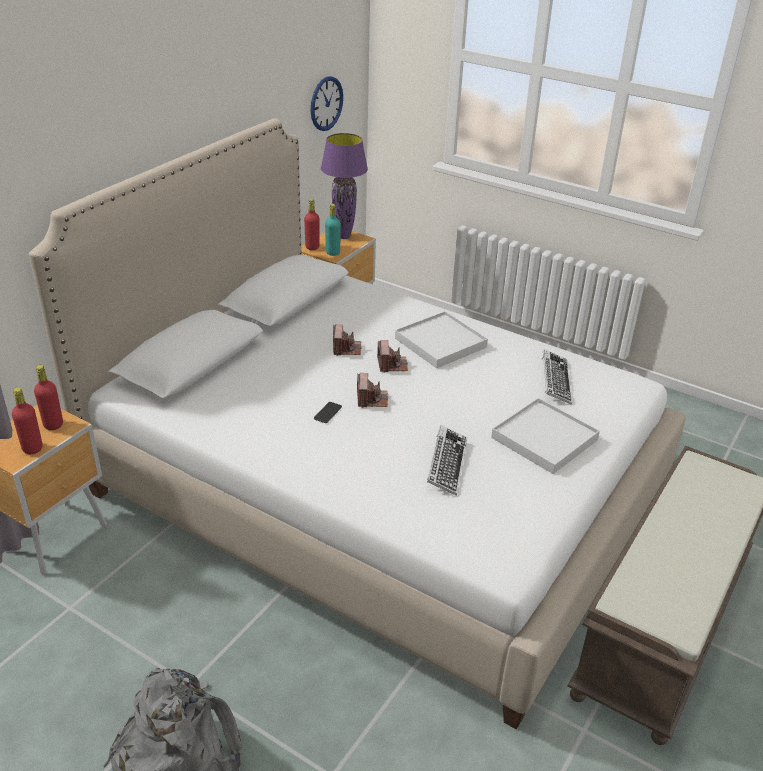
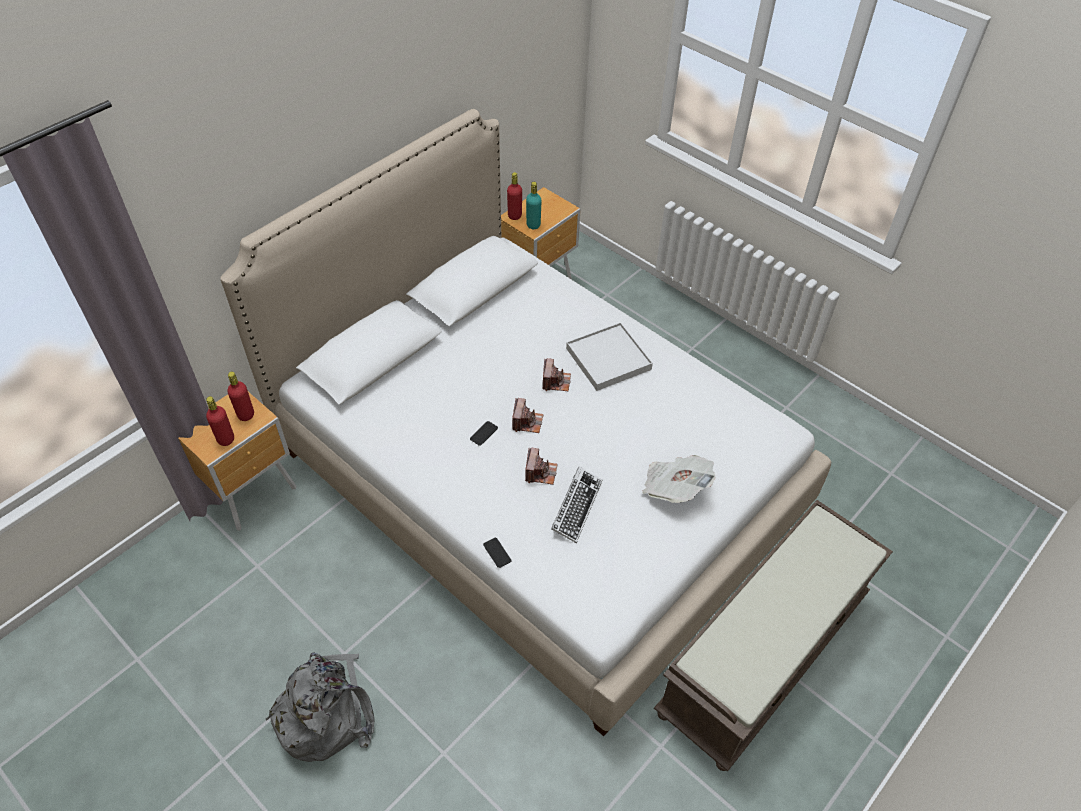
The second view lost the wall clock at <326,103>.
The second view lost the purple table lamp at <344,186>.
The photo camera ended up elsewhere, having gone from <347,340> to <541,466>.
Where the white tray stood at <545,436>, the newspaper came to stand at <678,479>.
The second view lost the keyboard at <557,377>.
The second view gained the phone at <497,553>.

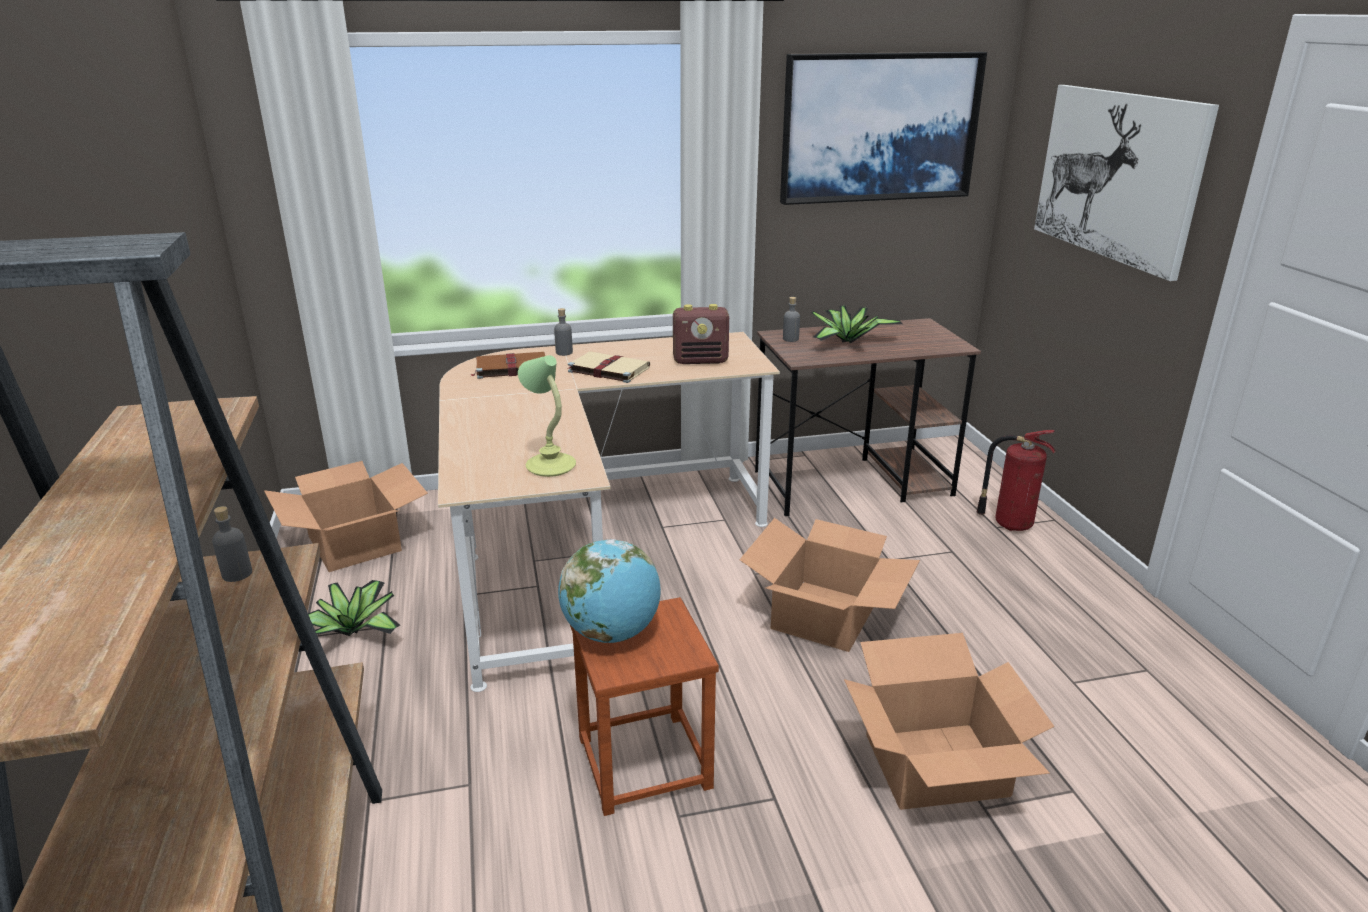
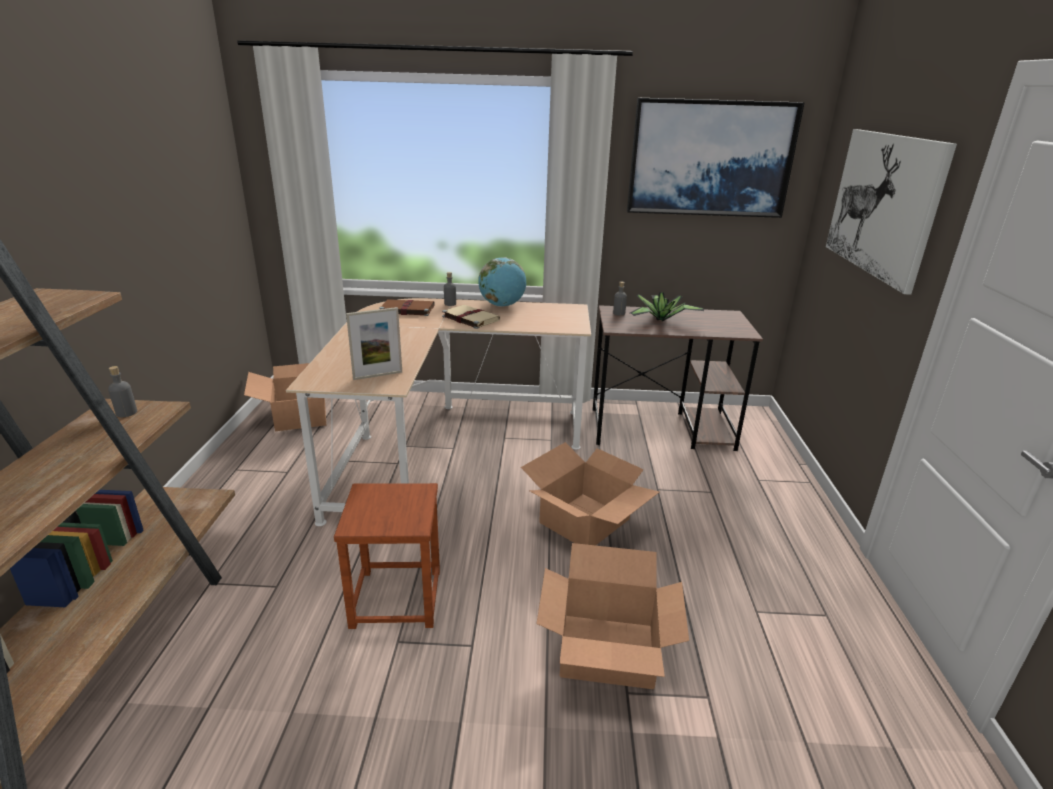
The second view lost the potted plant at <354,608>.
Where the table lamp stood at <547,416>, the picture frame came to stand at <374,343>.
The globe ended up elsewhere, having gone from <609,591> to <502,282>.
The second view lost the radio at <701,334>.
The second view lost the fire extinguisher at <1016,480>.

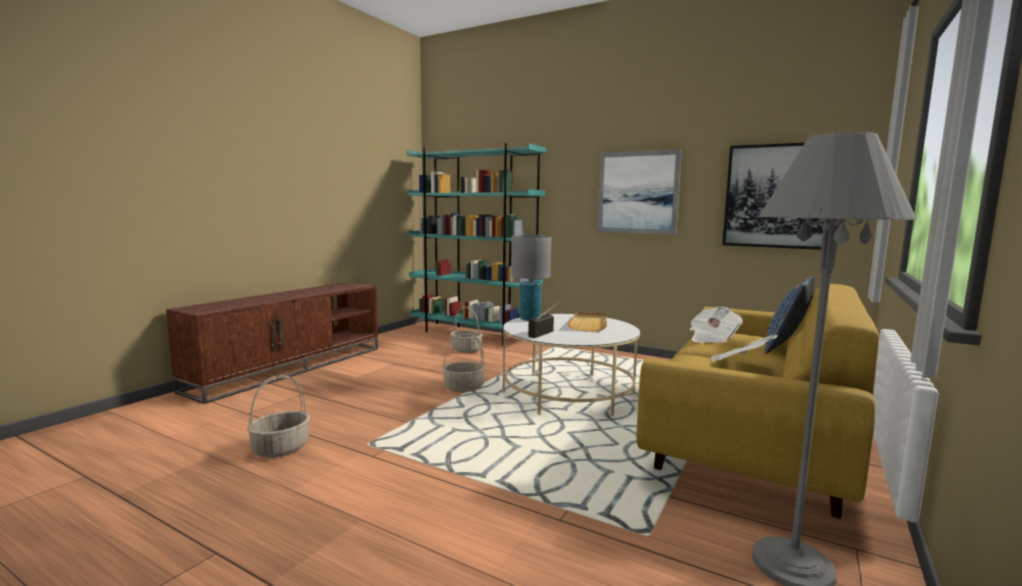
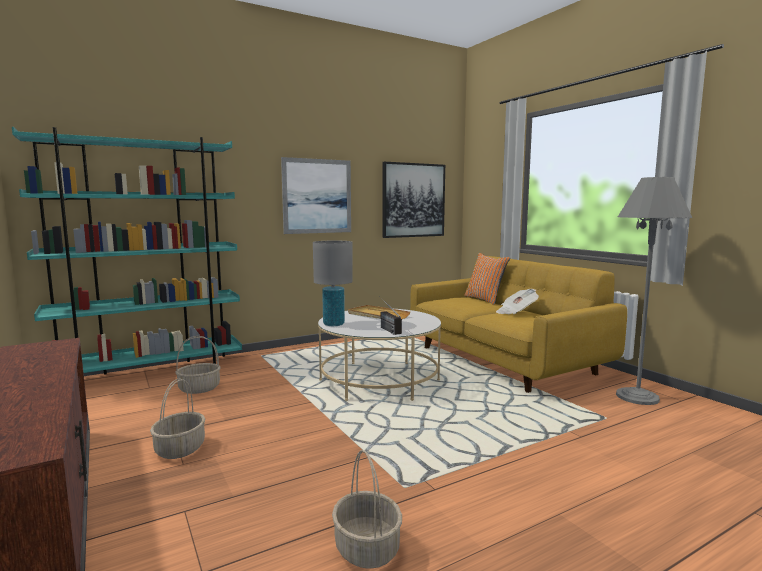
The basket ended up elsewhere, having gone from <464,362> to <177,418>.
The second view lost the newspaper at <716,325>.
What was the blue pillow at <790,315> turned into the orange pillow at <487,279>.

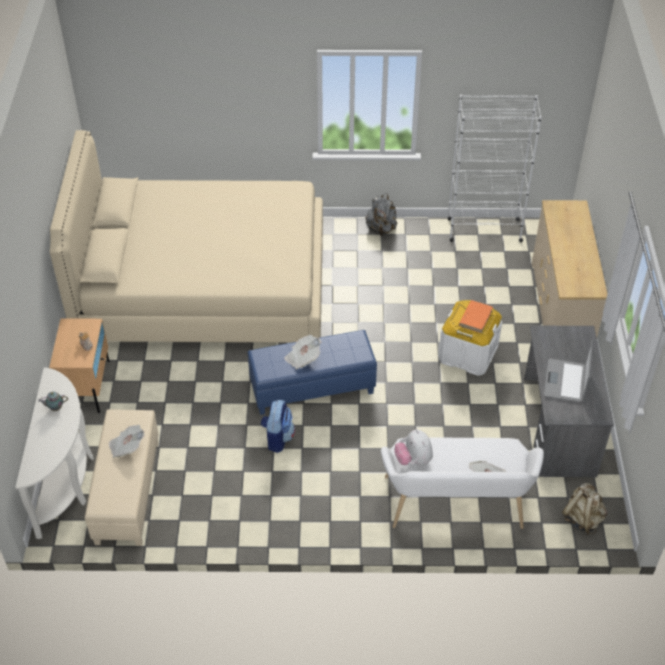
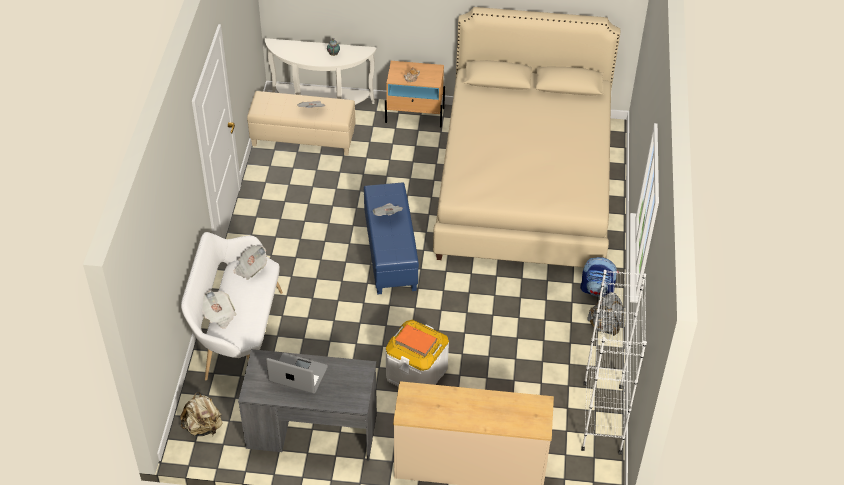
The backpack ended up elsewhere, having gone from <278,426> to <599,277>.
Where the plush toy stood at <413,447>, the newspaper came to stand at <250,262>.

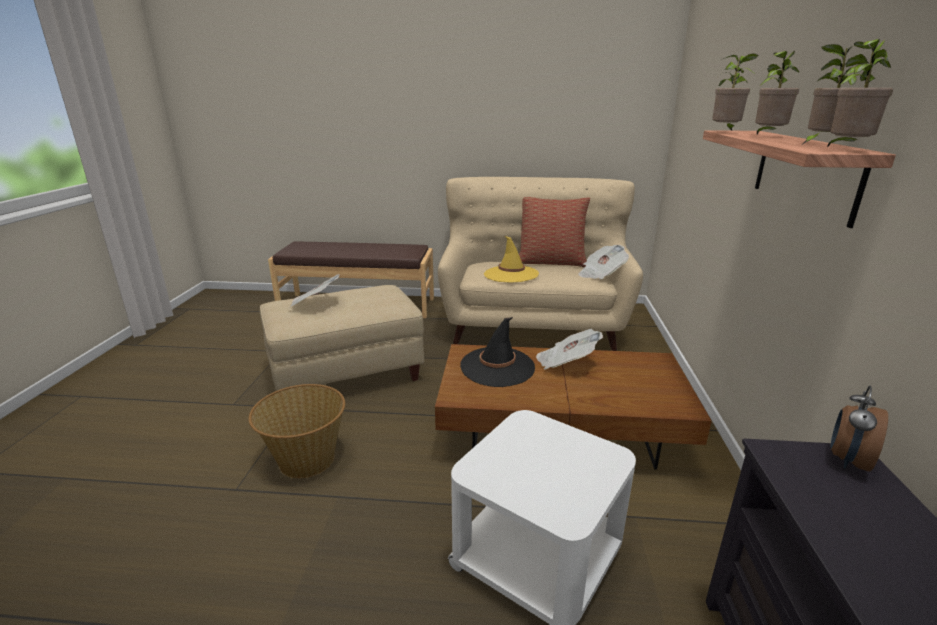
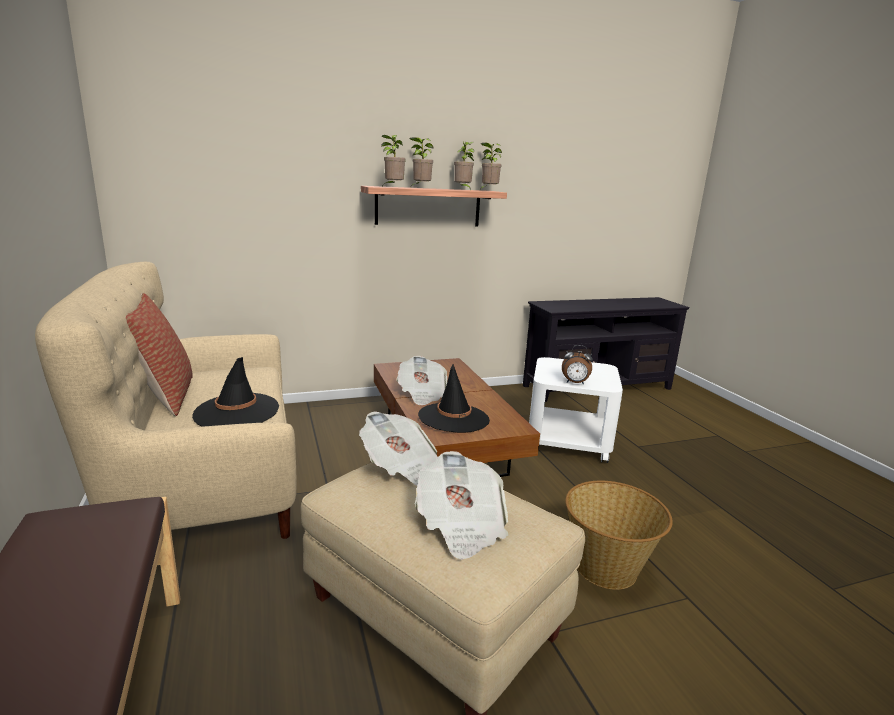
What was the yellow hat at <511,259> turned into the black hat at <235,392>.
The newspaper ended up elsewhere, having gone from <603,262> to <398,448>.
The alarm clock ended up elsewhere, having gone from <859,428> to <577,365>.

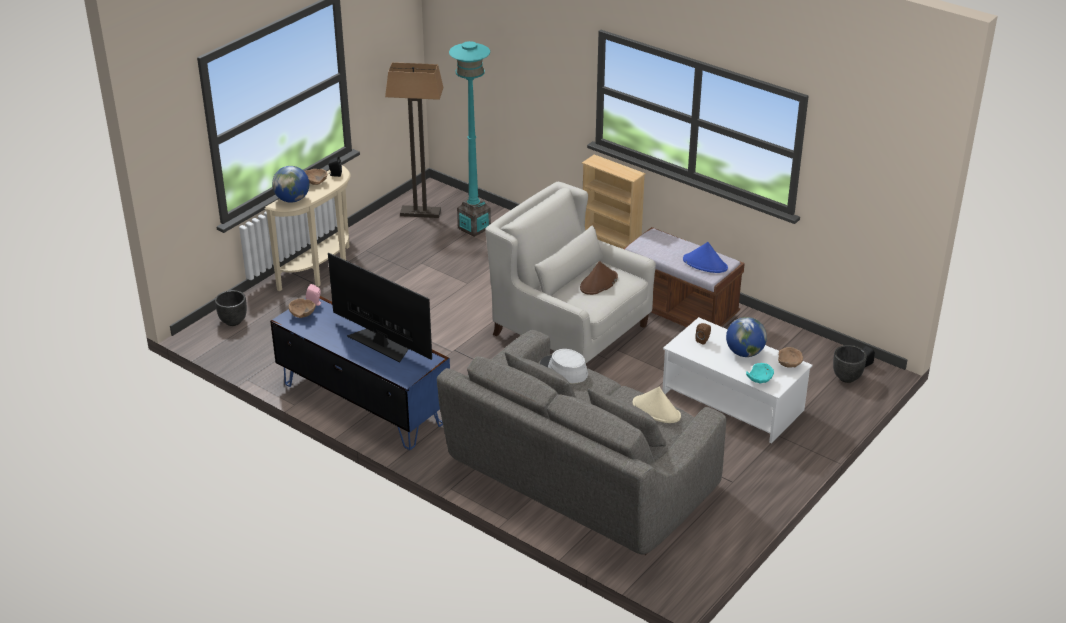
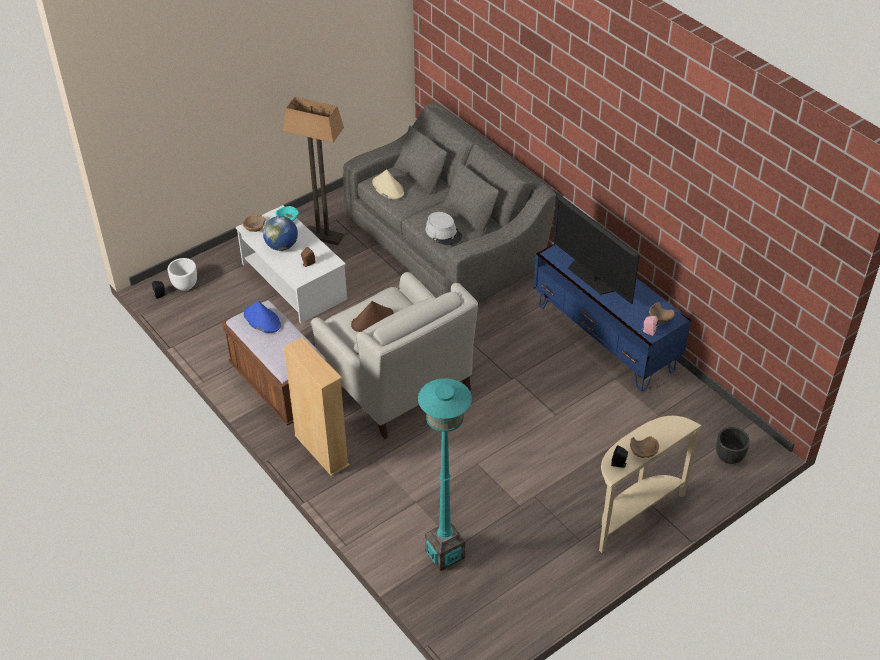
The second view lost the globe at <290,184>.
The floor lamp ended up elsewhere, having gone from <414,140> to <313,171>.
What was the black planter at <850,364> turned into the white planter at <182,274>.

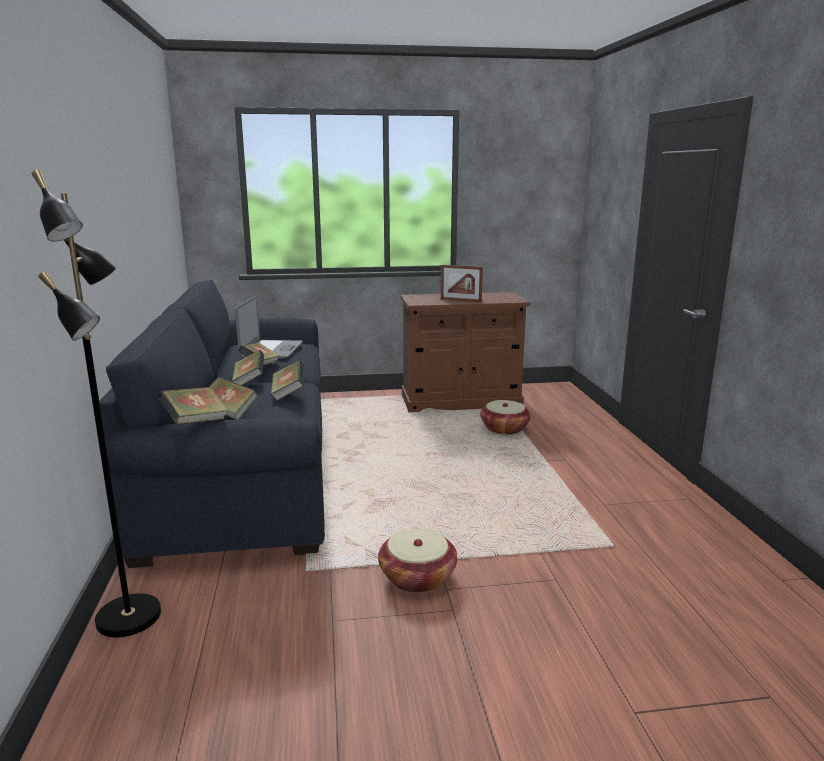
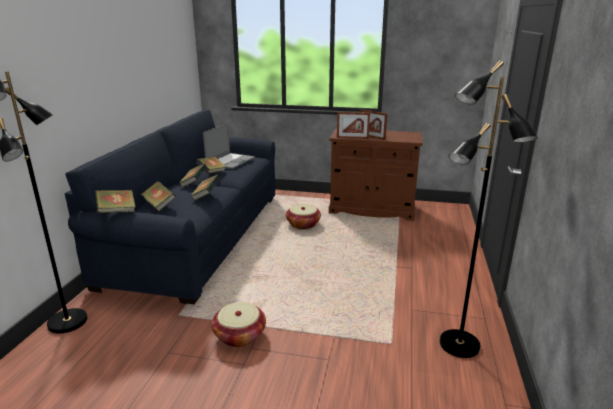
The basket ended up elsewhere, having gone from <505,417> to <303,216>.
The second view gained the picture frame at <353,125>.
The second view gained the black floor lamp at <489,209>.

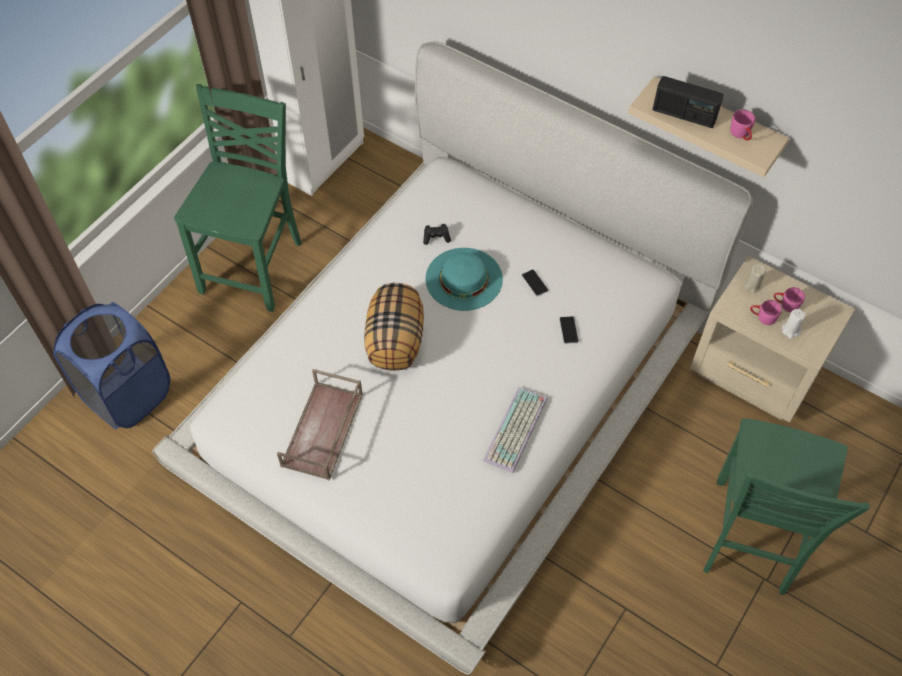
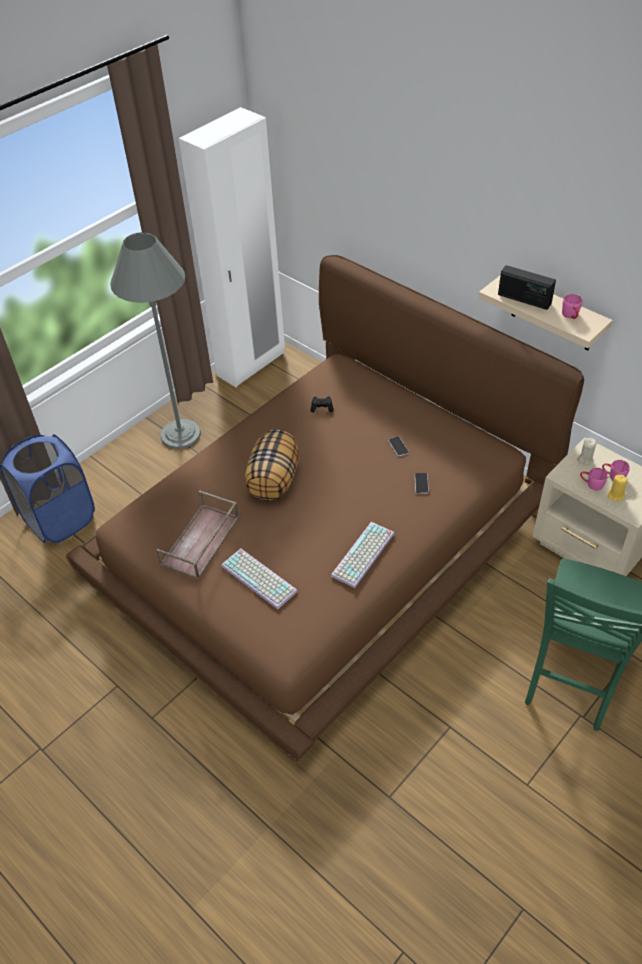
What was the white bed at <452,358> turned into the brown bed at <325,508>.
Where the green chair stood at <238,198>, the grey floor lamp came to stand at <155,340>.
The second view lost the turquoise hat at <464,279>.
What was the white candle at <794,324> turned into the yellow candle at <618,488>.
The second view gained the keyboard at <259,578>.

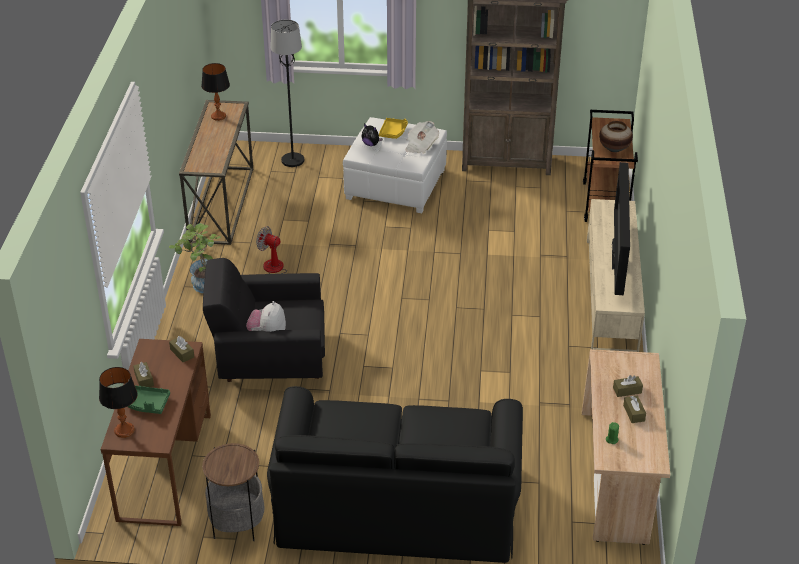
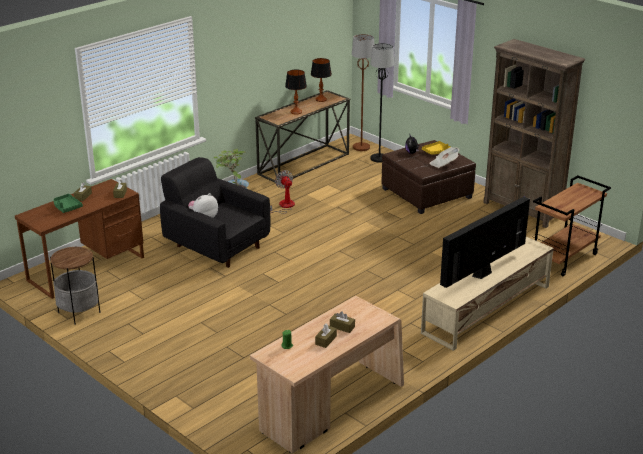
The table lamp ended up elsewhere, having gone from <118,402> to <296,92>.
The second view lost the black sofa at <395,474>.
What was the white ottoman at <395,165> turned into the brown ottoman at <429,177>.
The second view lost the vase at <616,137>.
The second view gained the brown floor lamp at <363,92>.

